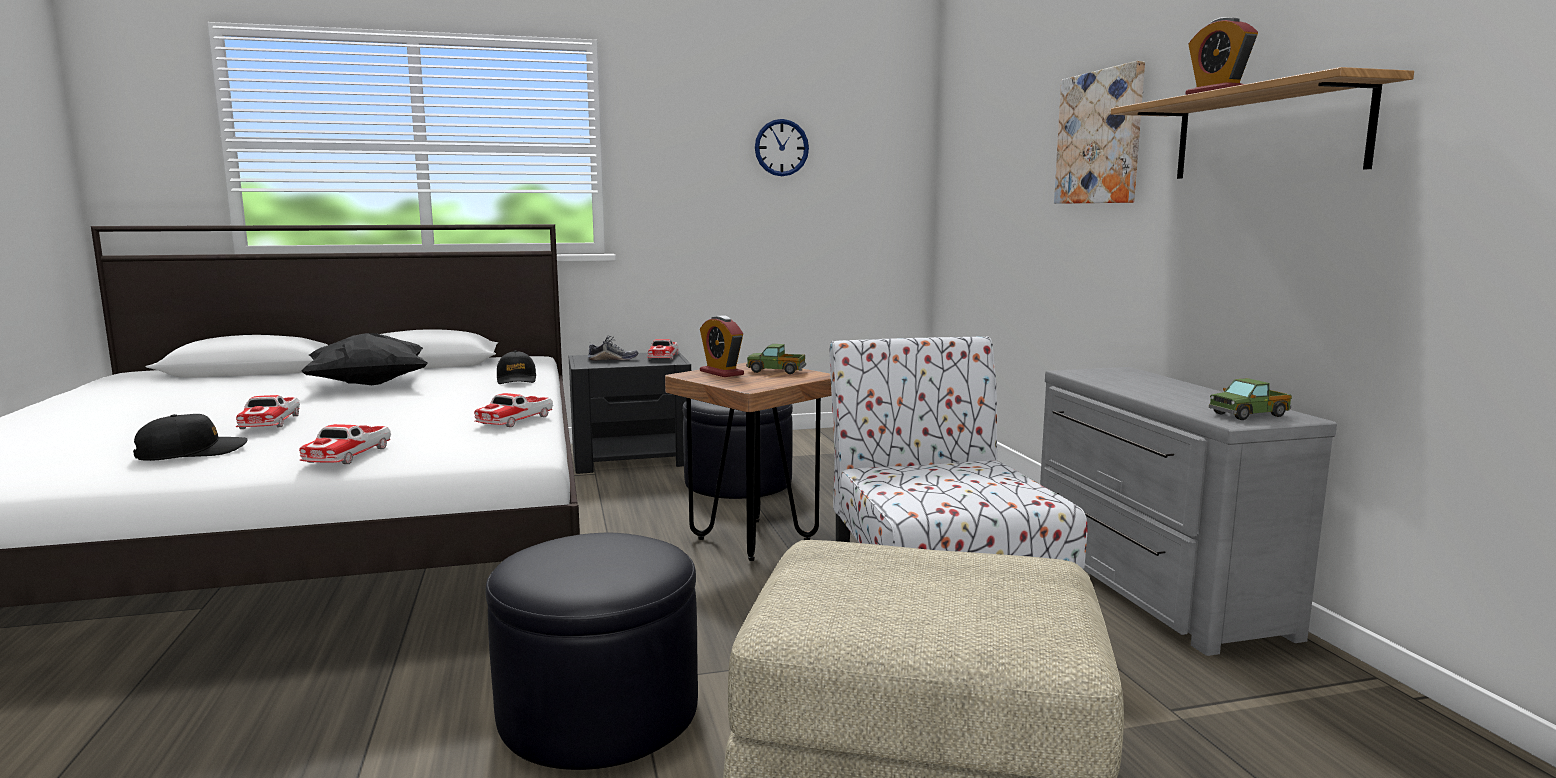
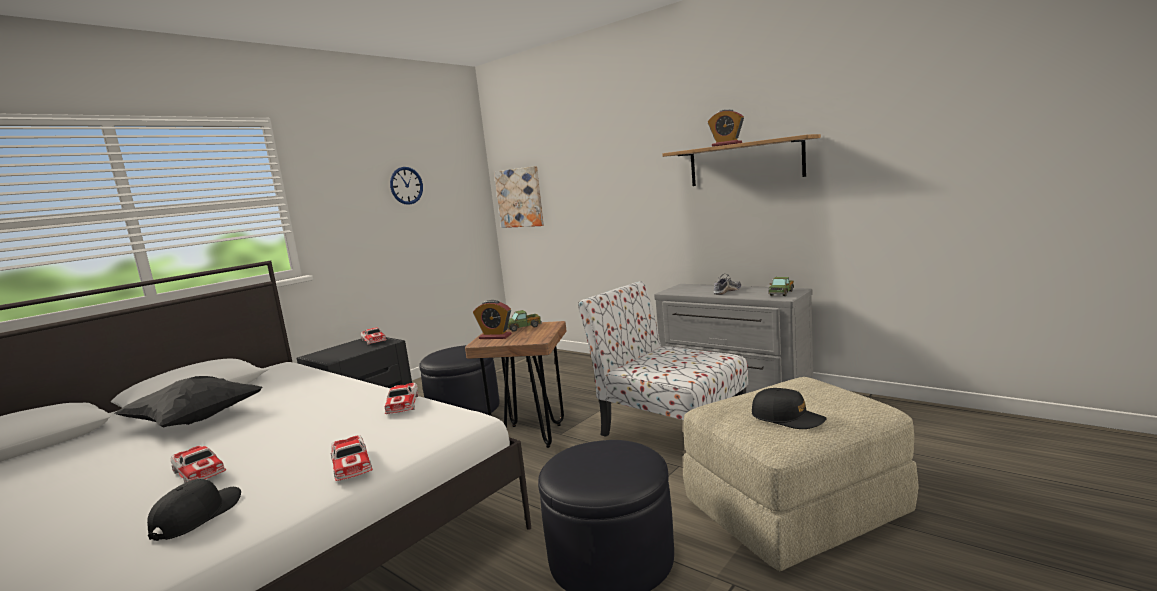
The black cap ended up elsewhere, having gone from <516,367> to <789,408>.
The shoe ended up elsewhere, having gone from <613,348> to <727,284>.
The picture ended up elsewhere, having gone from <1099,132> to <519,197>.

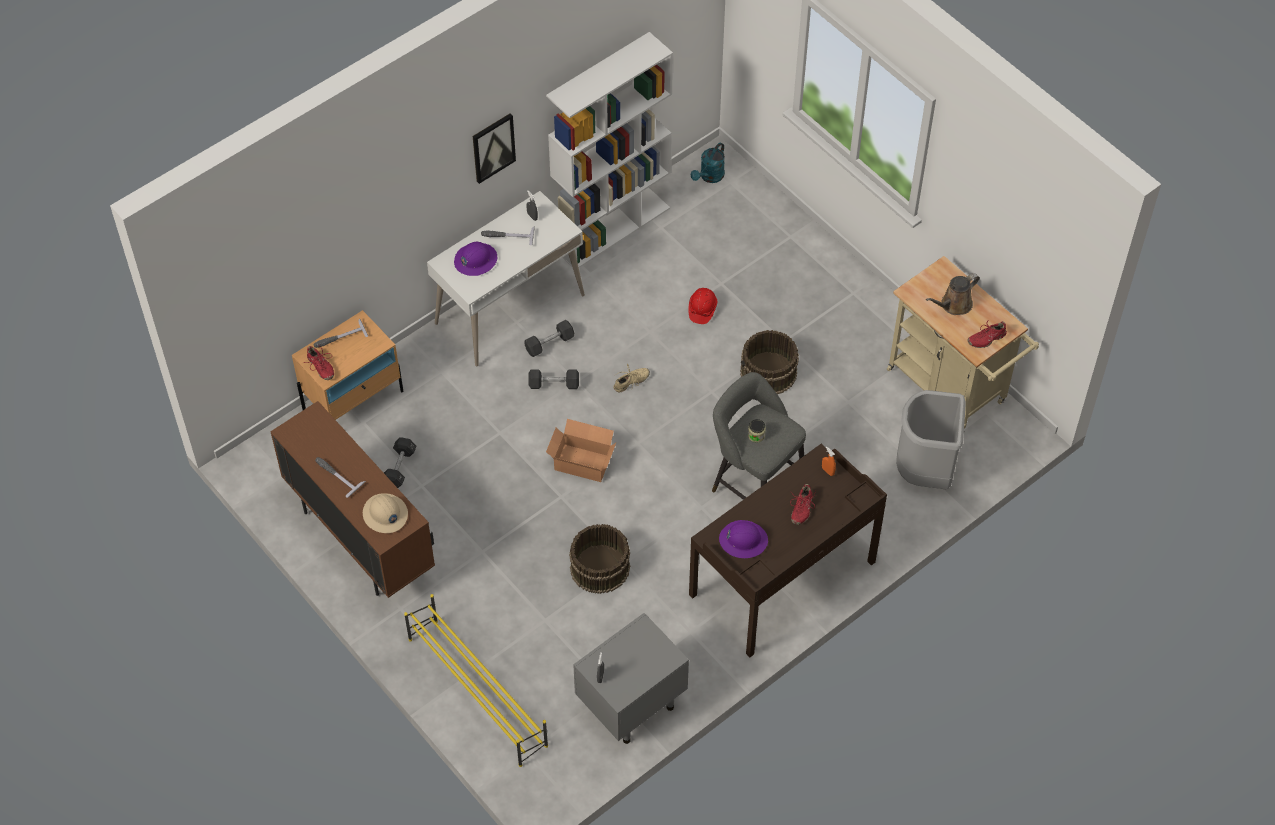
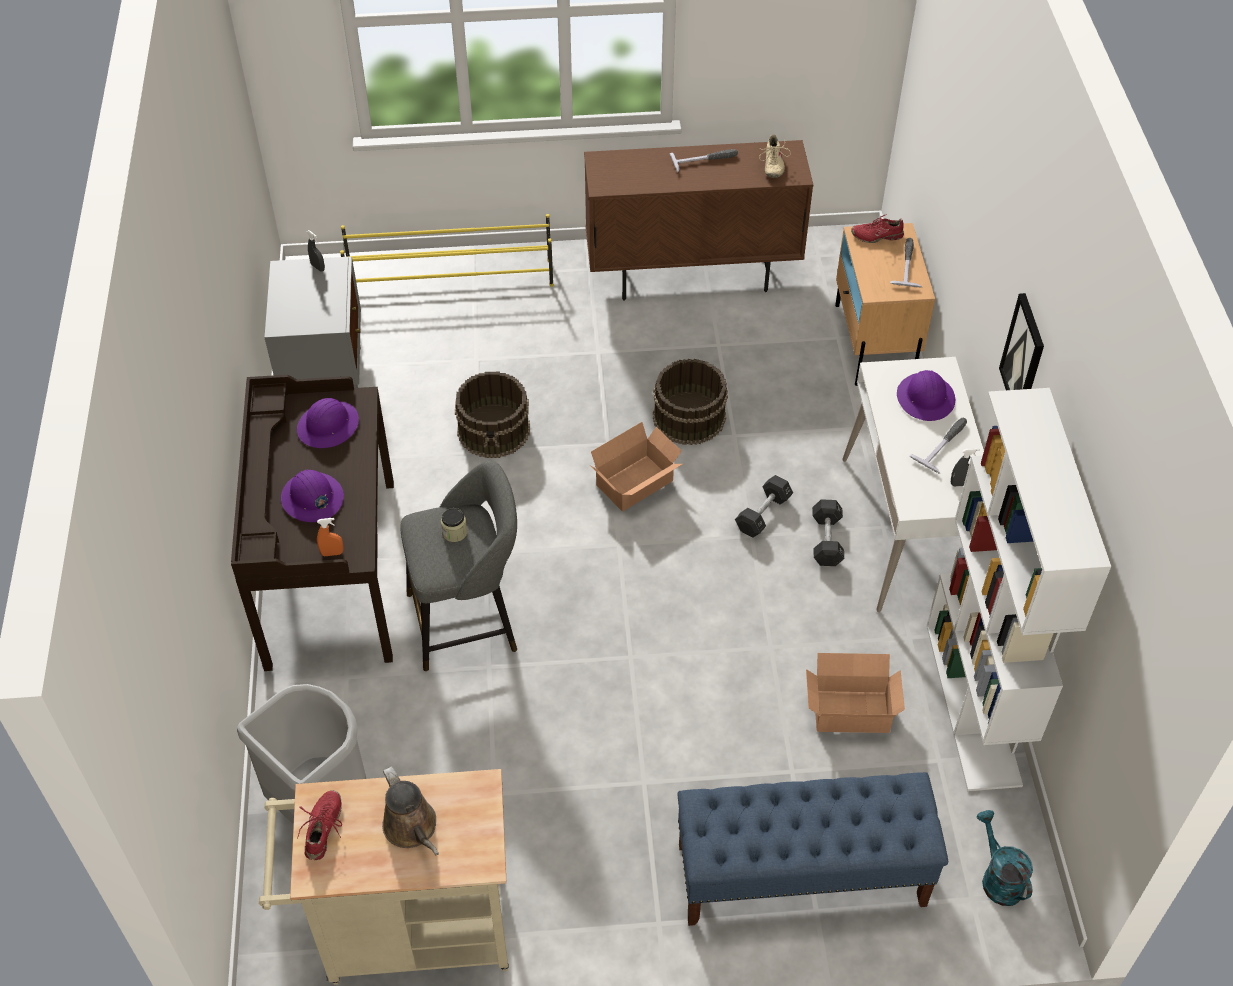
The second view lost the beige hard hat at <385,513>.
The second view lost the black dumbbell at <400,462>.
The beige shoe ended up elsewhere, having gone from <631,378> to <773,156>.
The second view lost the red hard hat at <702,306>.
The brown bucket ended up elsewhere, having gone from <769,362> to <690,402>.
Where the red shoe stood at <803,504>, the purple hard hat came to stand at <312,496>.
The brown watering can at <953,294> ended up facing another way, 150 degrees clockwise from before.
The second view gained the blue bench at <813,849>.
The second view gained the cardboard box at <855,693>.

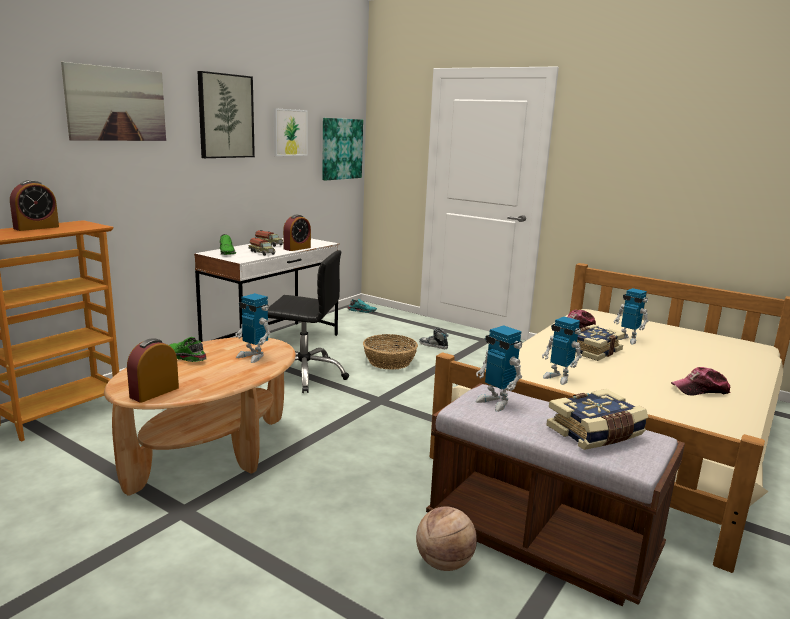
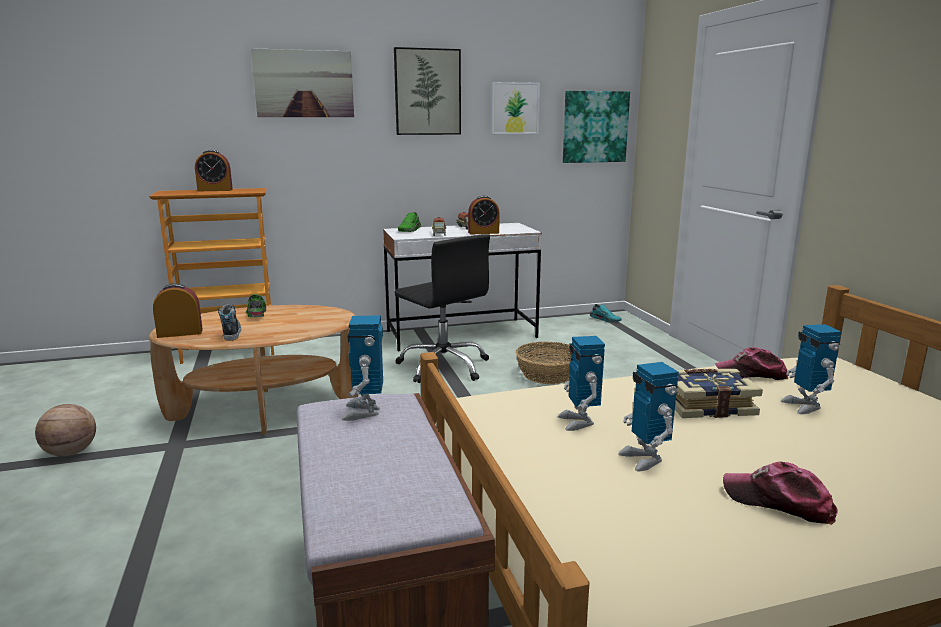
The toy robot ended up elsewhere, having gone from <253,328> to <648,416>.
The basketball ended up elsewhere, having gone from <446,538> to <65,430>.
The shoe ended up elsewhere, having gone from <434,338> to <229,322>.
The second view lost the book at <597,419>.

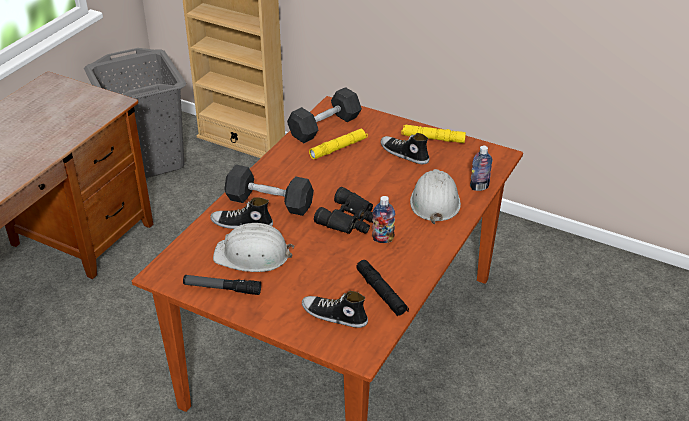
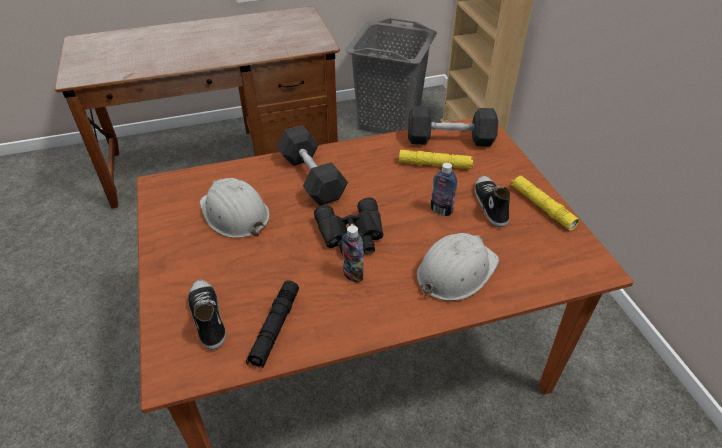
The second view lost the flashlight at <222,285>.
The second view lost the shoe at <241,213>.
The bottle ended up elsewhere, having gone from <481,168> to <444,189>.

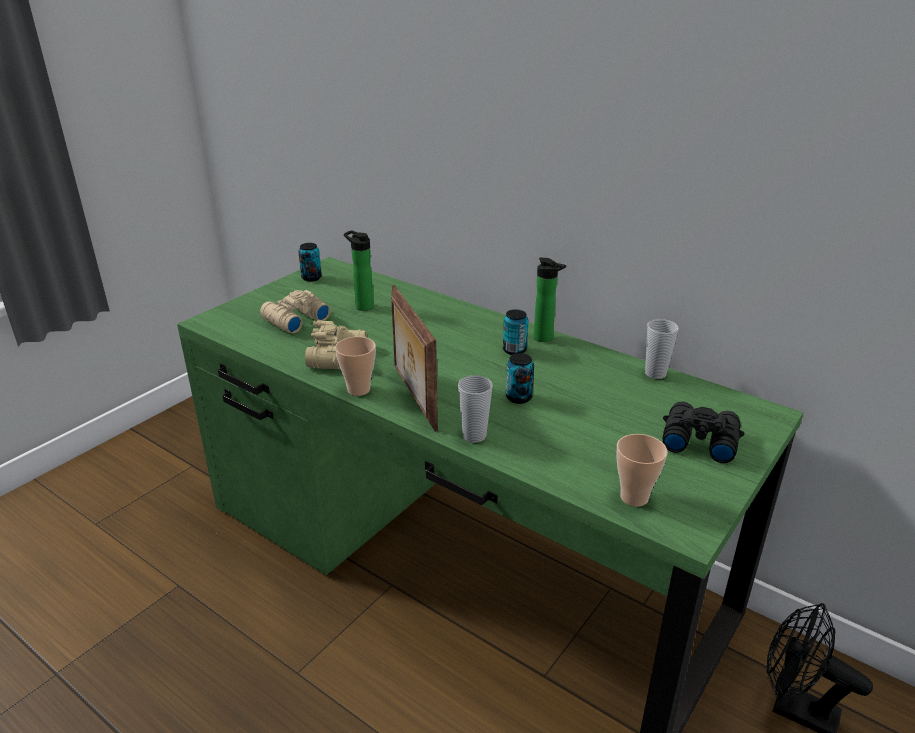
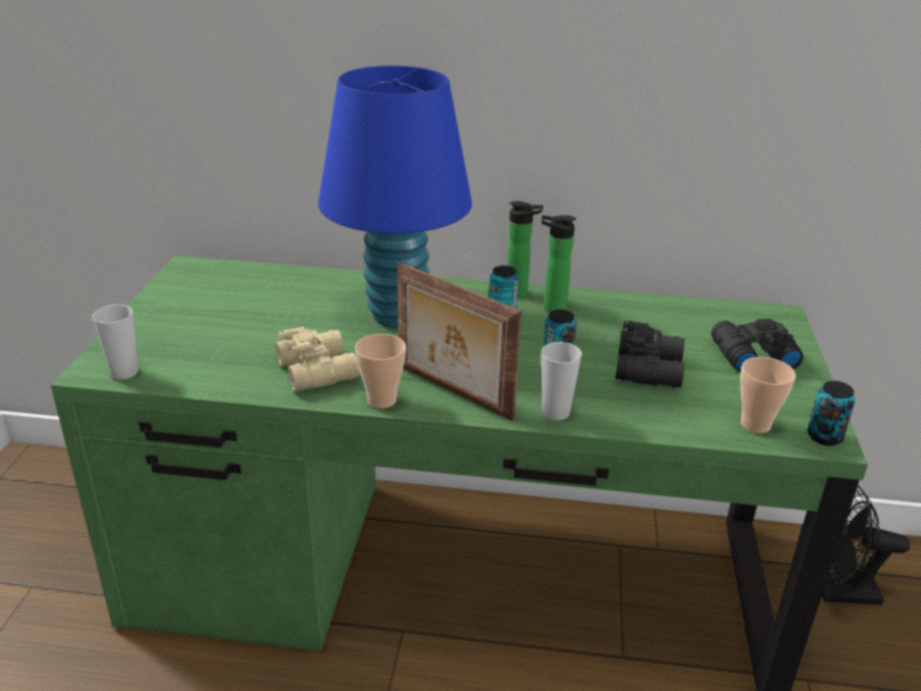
The second view lost the beige binoculars at <295,311>.
The can ended up elsewhere, having gone from <310,262> to <831,413>.
The bottle ended up elsewhere, having gone from <359,270> to <558,264>.
The cup ended up elsewhere, having gone from <662,349> to <115,342>.
The second view gained the blue table lamp at <395,196>.
The second view gained the black binoculars at <650,354>.

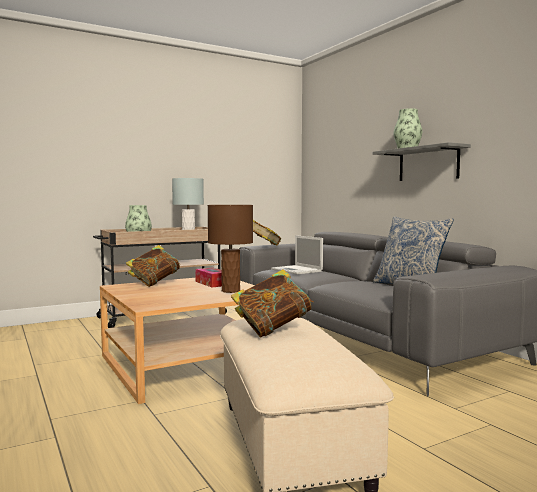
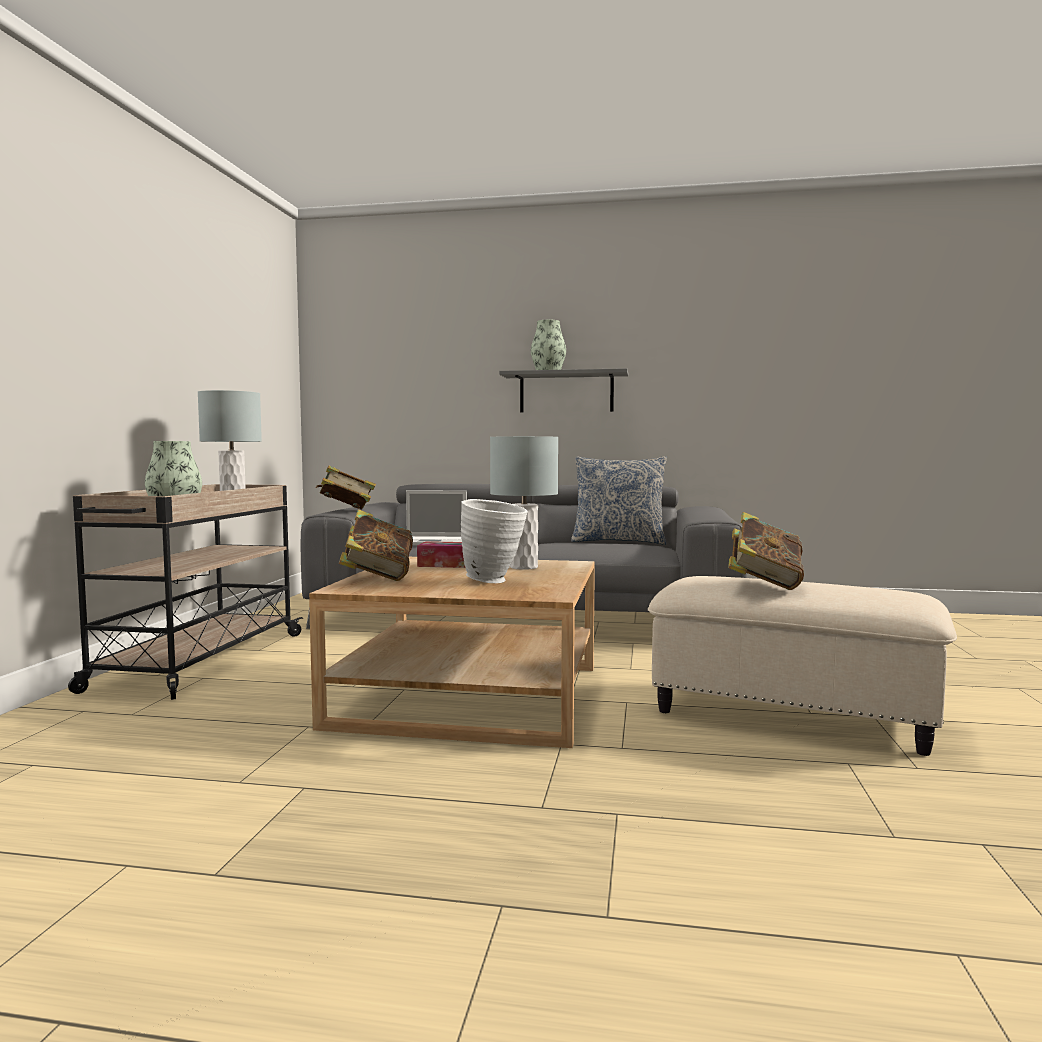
What was the brown table lamp at <230,249> turned into the grey table lamp at <524,503>.
The second view gained the white vase at <494,541>.

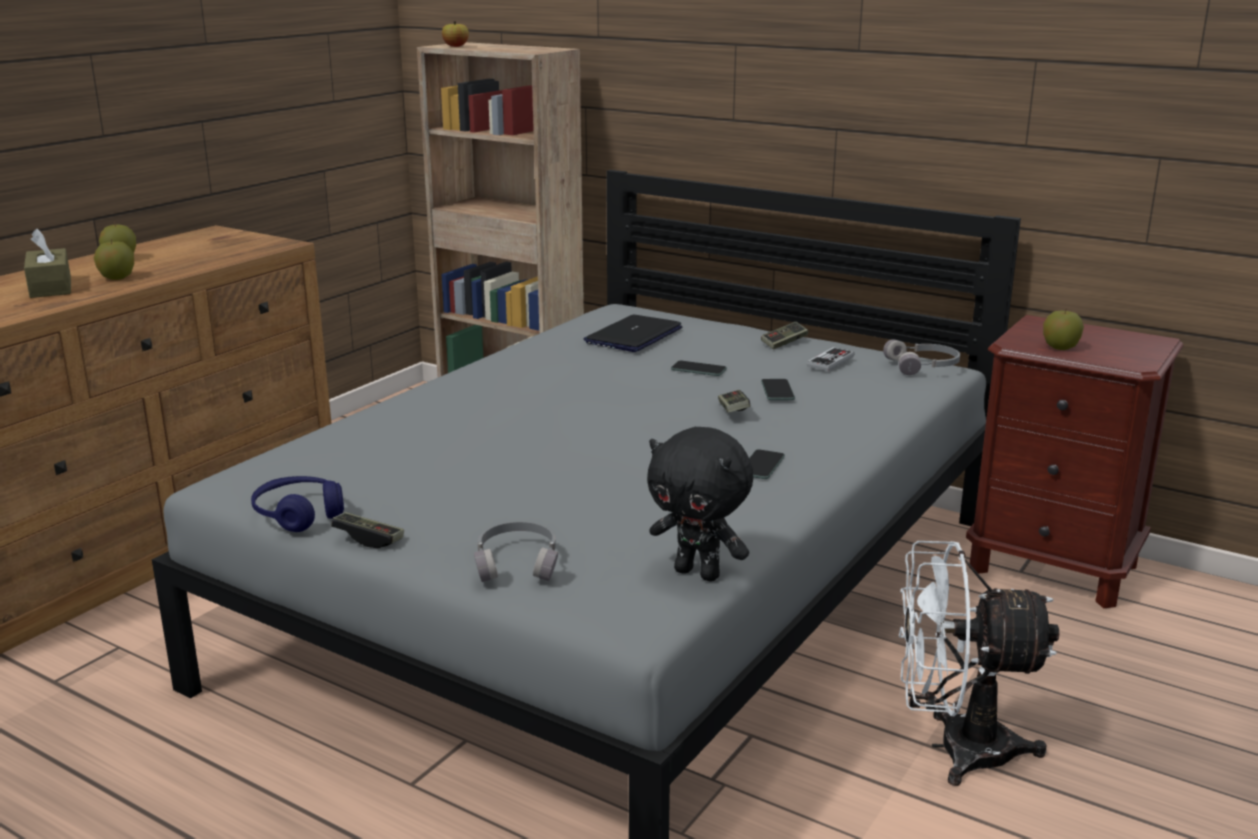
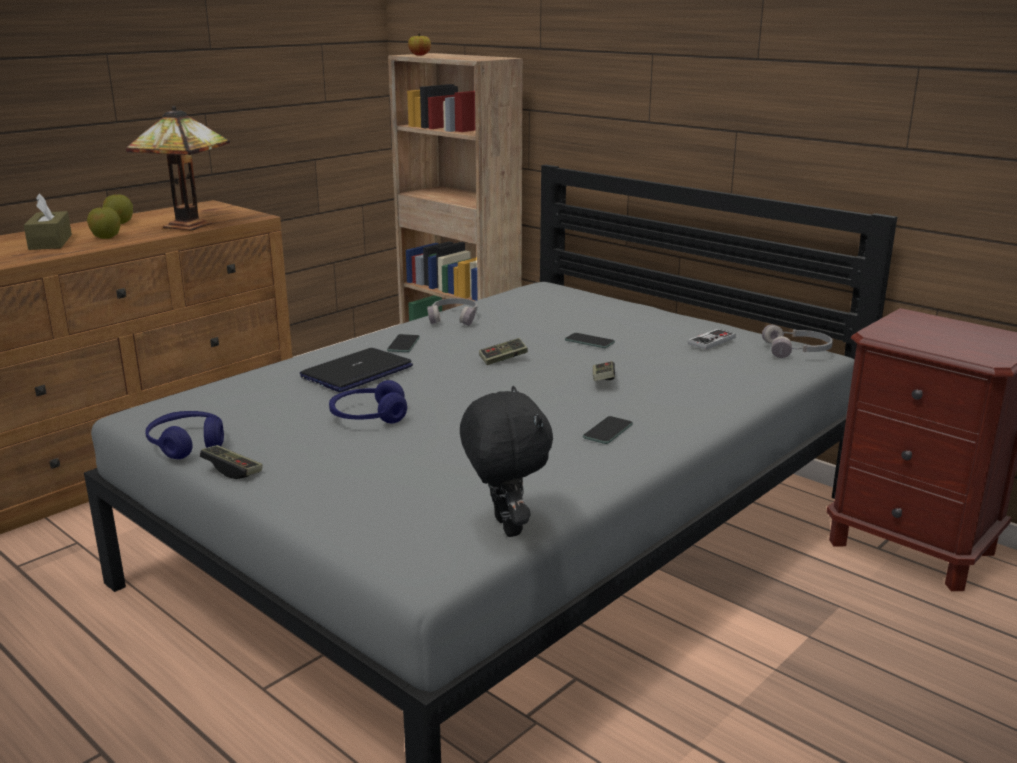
The grey headphones ended up elsewhere, having gone from <516,552> to <452,312>.
The laptop ended up elsewhere, having gone from <633,333> to <356,370>.
The black plush toy at <700,504> ended up facing another way, 150 degrees counterclockwise from before.
The game controller ended up elsewhere, having gone from <784,335> to <503,351>.
The phone ended up elsewhere, having gone from <778,389> to <403,343>.
The second view lost the white fan at <979,663>.
The second view lost the apple at <1063,330>.
The second view gained the table lamp at <178,168>.
The second view gained the blue headphones at <368,401>.

